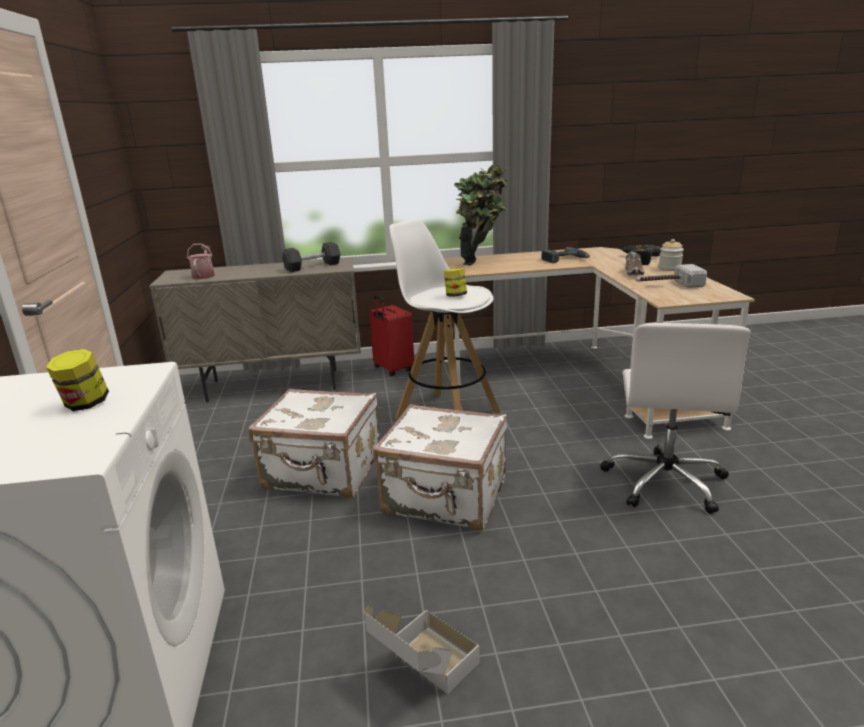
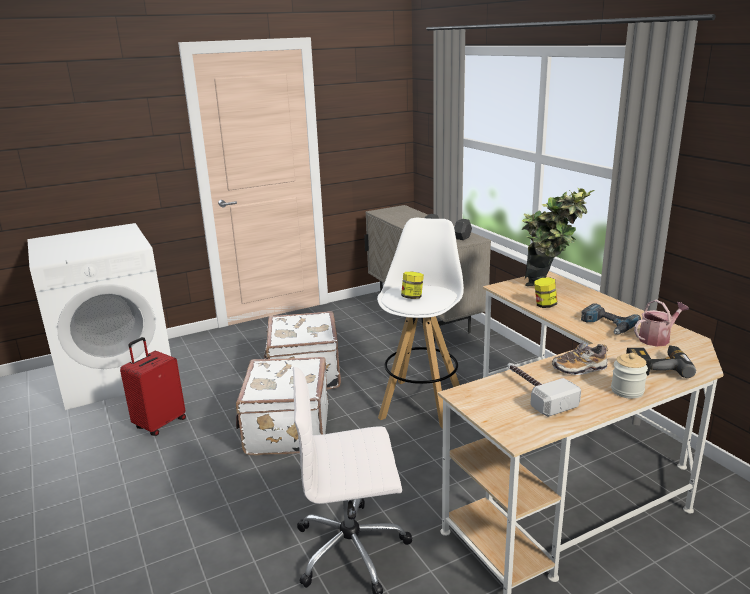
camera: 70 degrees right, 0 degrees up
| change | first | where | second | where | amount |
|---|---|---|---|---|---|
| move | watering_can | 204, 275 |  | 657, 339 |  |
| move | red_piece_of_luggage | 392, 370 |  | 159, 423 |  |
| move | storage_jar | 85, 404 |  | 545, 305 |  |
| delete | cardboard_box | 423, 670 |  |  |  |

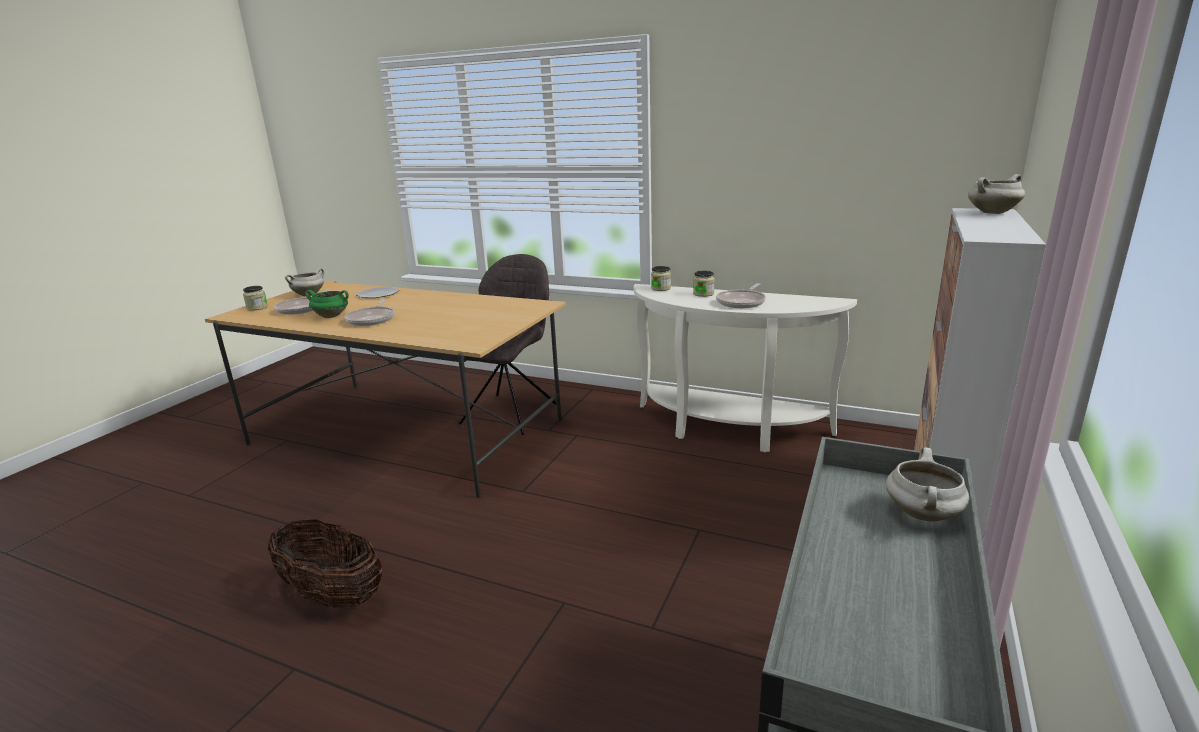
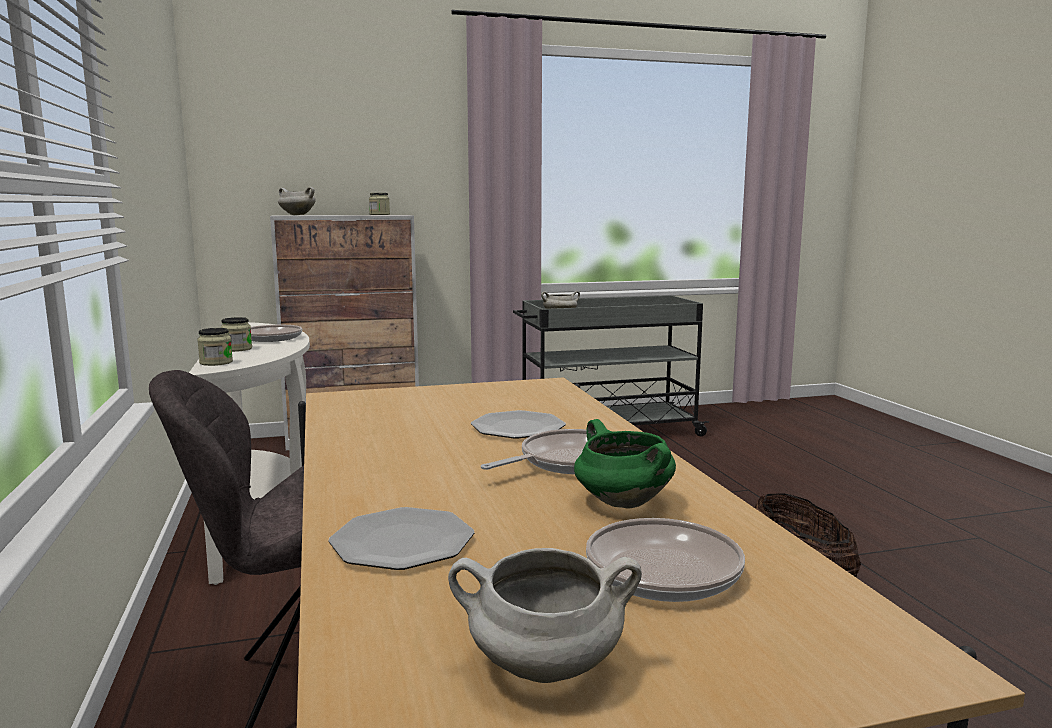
camera: 130 degrees left, 10 degrees down
| change | first | where | second | where | amount |
|---|---|---|---|---|---|
| move | storage_jar | 257, 308 |  | 379, 214 |  |
| insert |  |  | plate | 517, 428 |  |

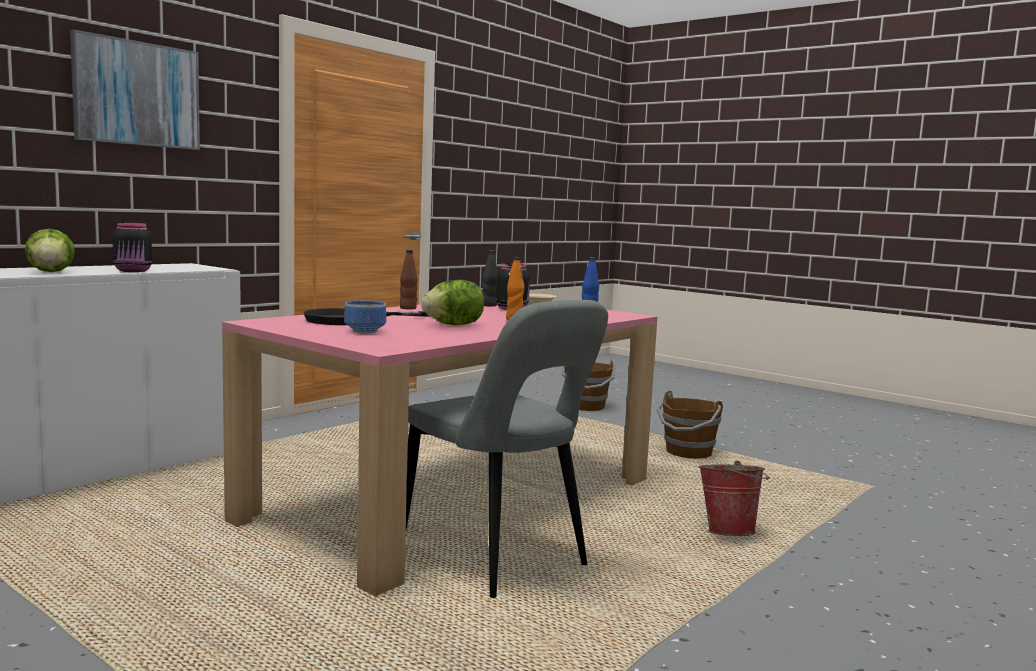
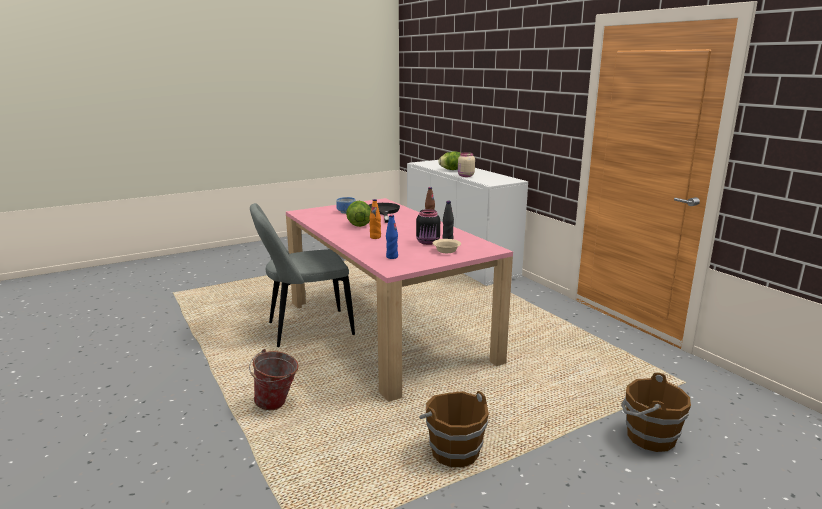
camera: 110 degrees right, 10 degrees up
| change | first | where | second | where | amount |
|---|---|---|---|---|---|
| delete | wall_art | 137, 94 |  |  |  |
| recolor | black_storage_jar | 133, 271 | beige-coloured_storage_jar | 465, 176 |  |

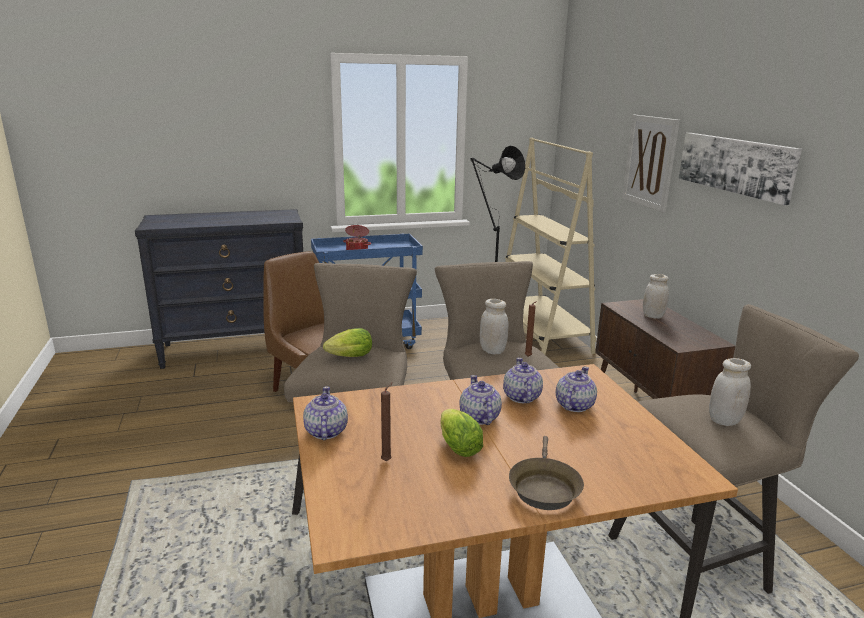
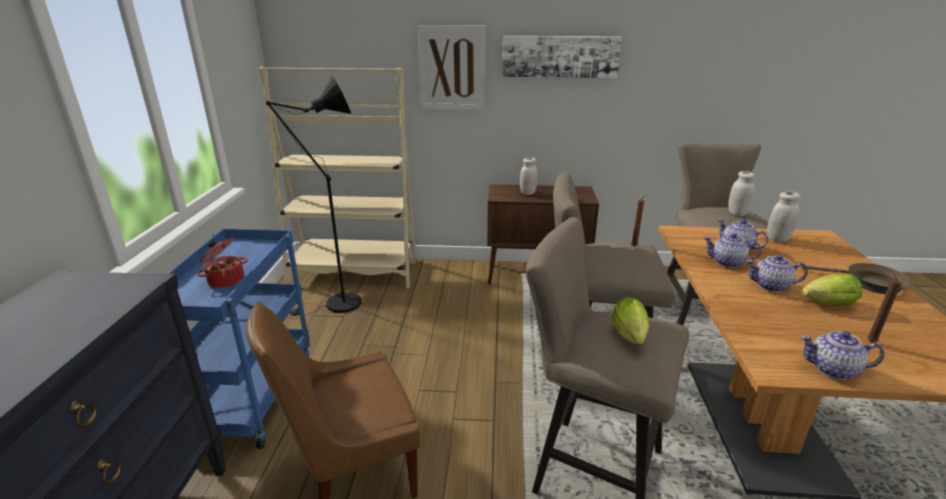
camera: 70 degrees left, 5 degrees up
| change | first | where | second | where | amount |
|---|---|---|---|---|---|
| move | white-coloured_storage_jar | 492, 351 |  | 778, 239 |  |

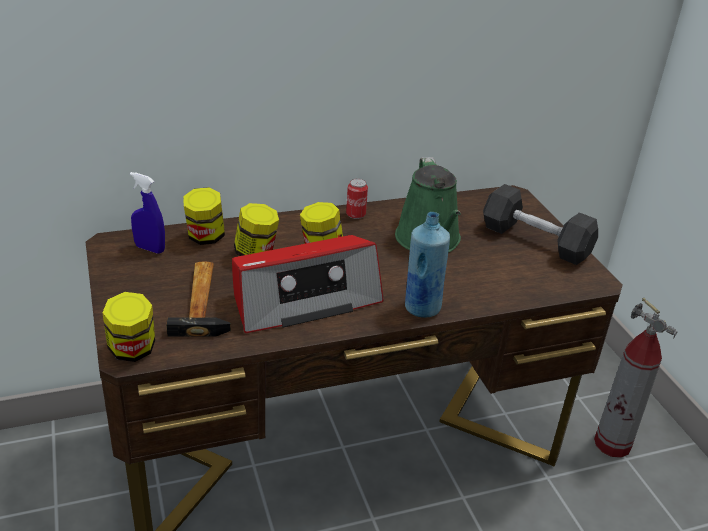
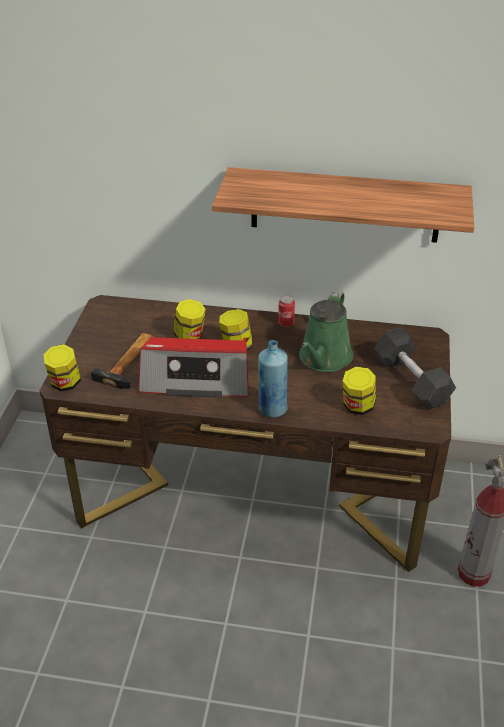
camera: 30 degrees right, 5 degrees up
| change | first | where | second | where | amount |
|---|---|---|---|---|---|
| delete | blue-coloured_hand_sprayer | 150, 249 |  |  |  |
| move | storage_jar | 205, 237 |  | 357, 406 |  |
| insert |  |  | wall_shelf | 345, 205 |  |

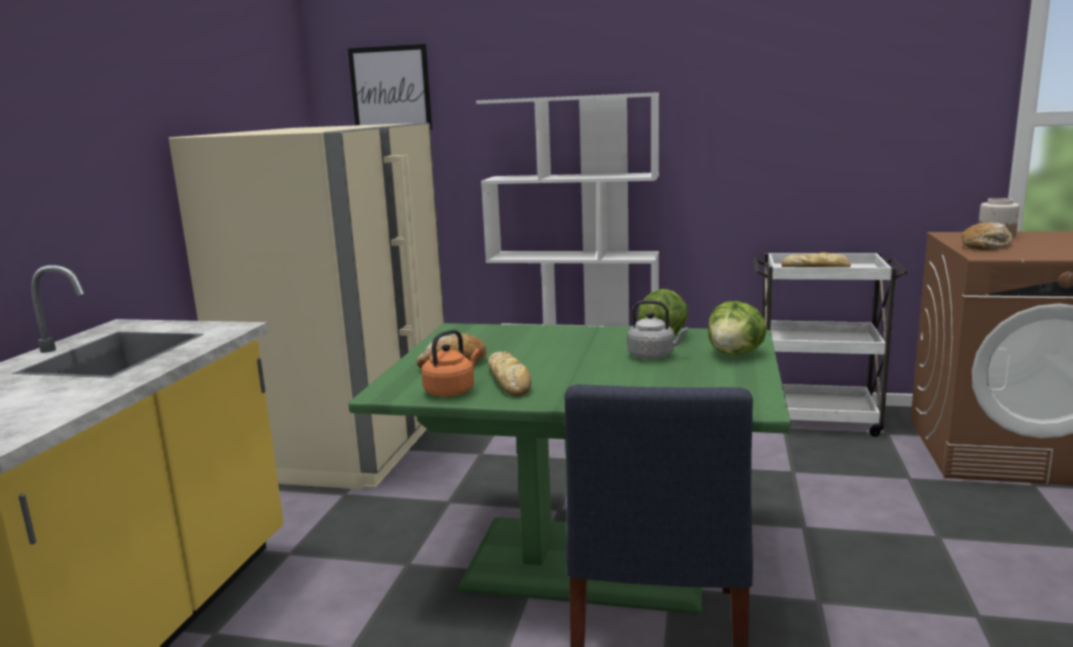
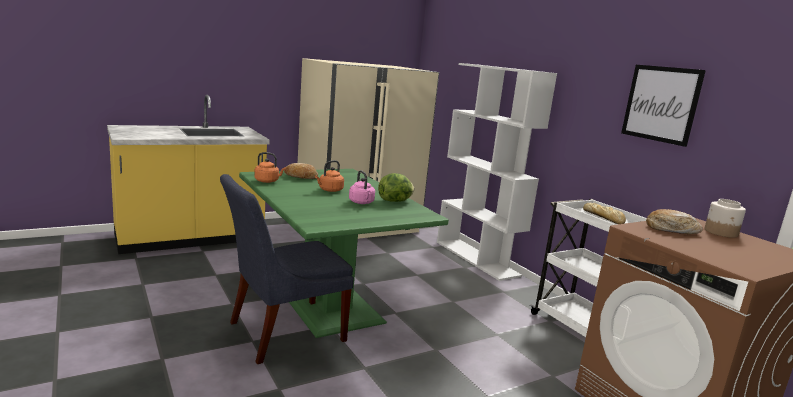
camera: 45 degrees right, 0 degrees up
| change | first | where | second | where | amount |
|---|---|---|---|---|---|
| move | wall_art | 390, 89 |  | 661, 104 |  |
| recolor | grey_water_kettle | 653, 356 | pink-coloured_water_kettle | 362, 203 |  |
| delete | lettuce_head | 735, 353 |  |  |  |
| delete | baked_bread | 509, 381 |  |  |  |
| insert |  |  | orange_water_kettle | 329, 190 |  |

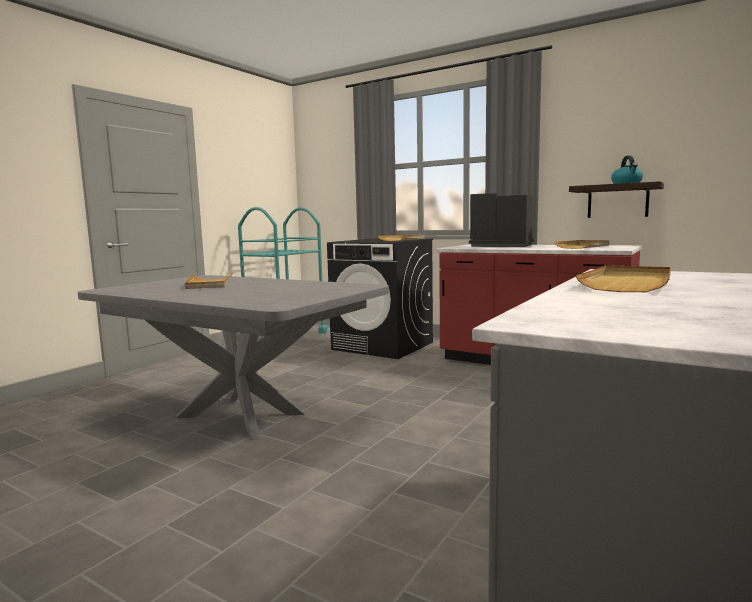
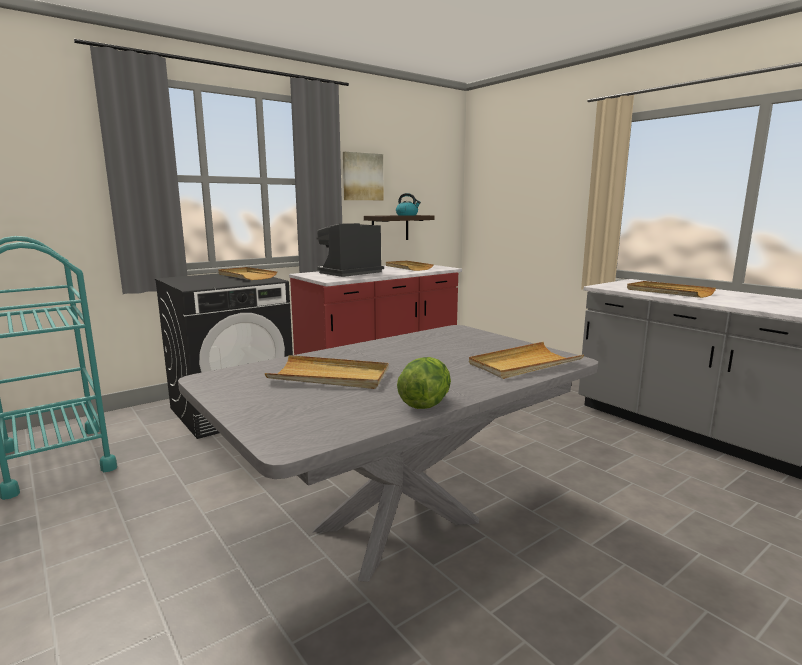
camera: 70 degrees left, 5 degrees up
| change | first | where | second | where | amount |
|---|---|---|---|---|---|
| insert |  |  | wall_art | 362, 177 |  |
| insert |  |  | beige-coloured_tray | 524, 364 |  |
| insert |  |  | lettuce_head | 425, 404 |  |

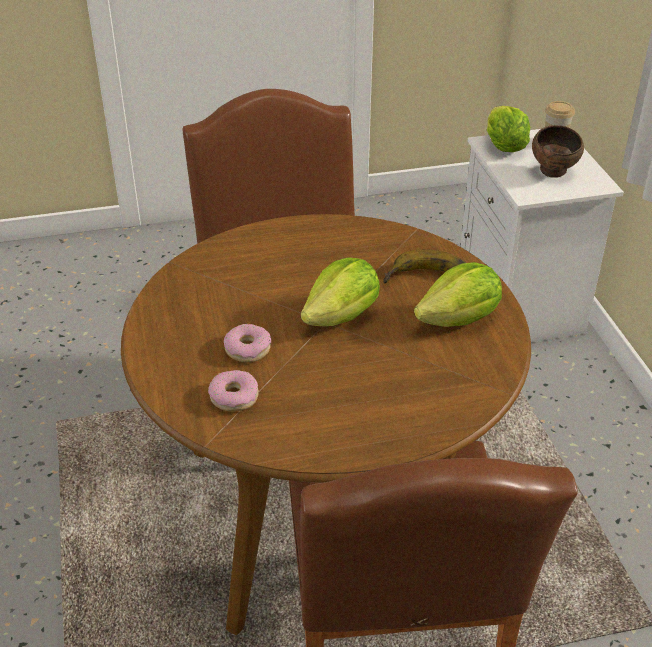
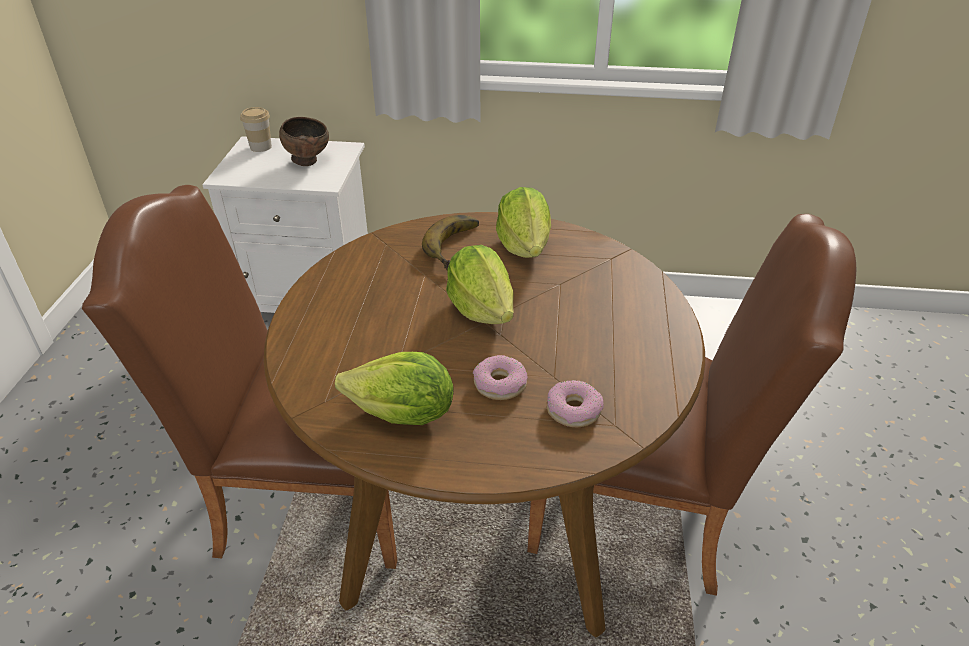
camera: 70 degrees left, 0 degrees up
| change | first | where | second | where | amount |
|---|---|---|---|---|---|
| move | lettuce_head | 504, 147 |  | 403, 415 |  |

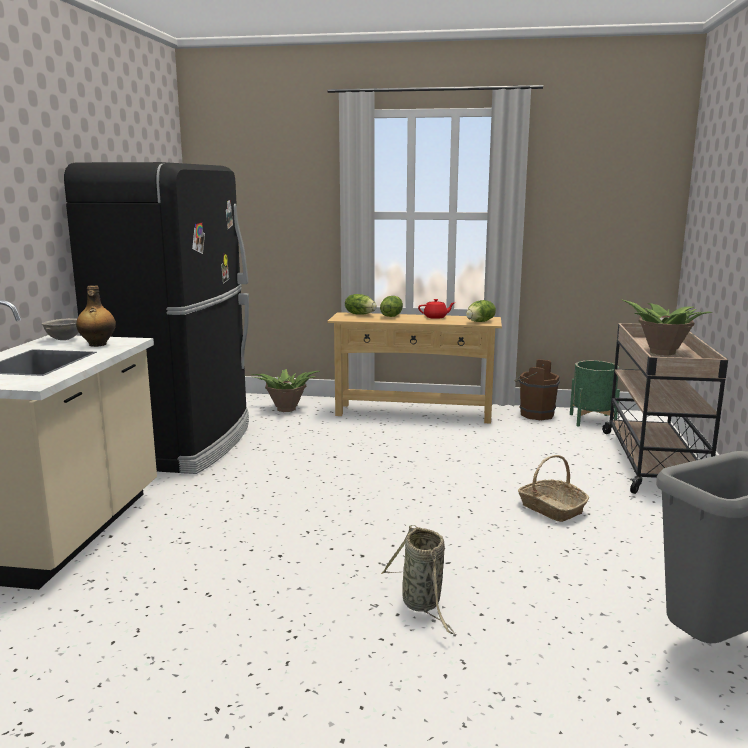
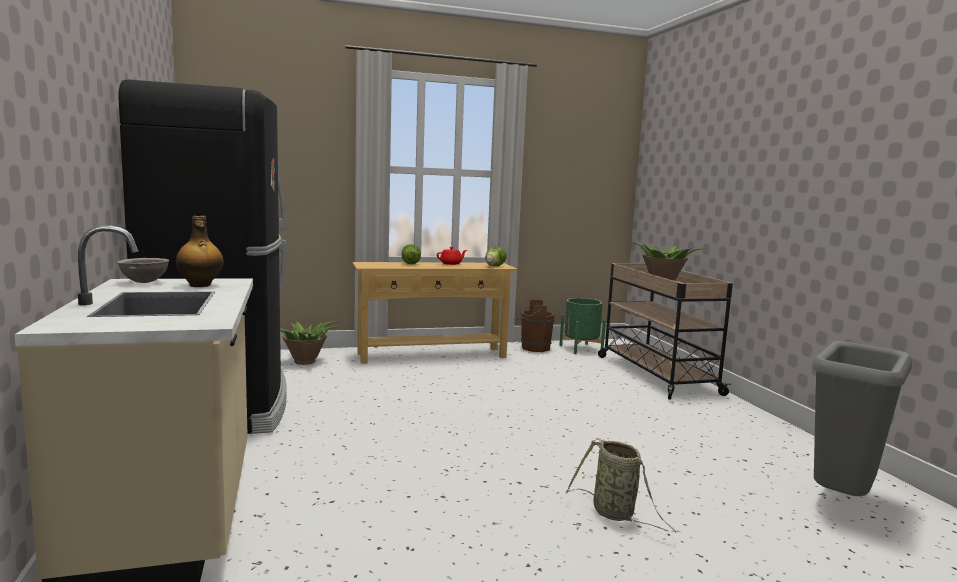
camera: 25 degrees left, 5 degrees down
| change | first | where | second | where | amount |
|---|---|---|---|---|---|
| delete | lettuce_head | 360, 314 |  |  |  |
| delete | storage_basket | 551, 508 |  |  |  |

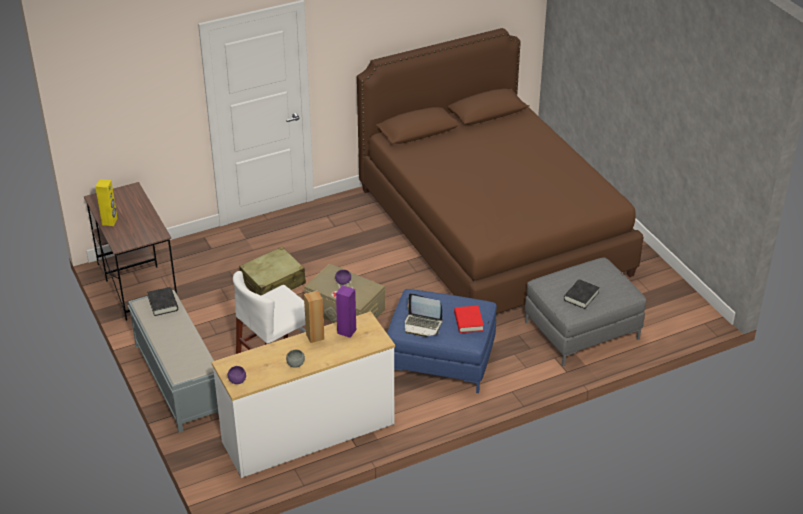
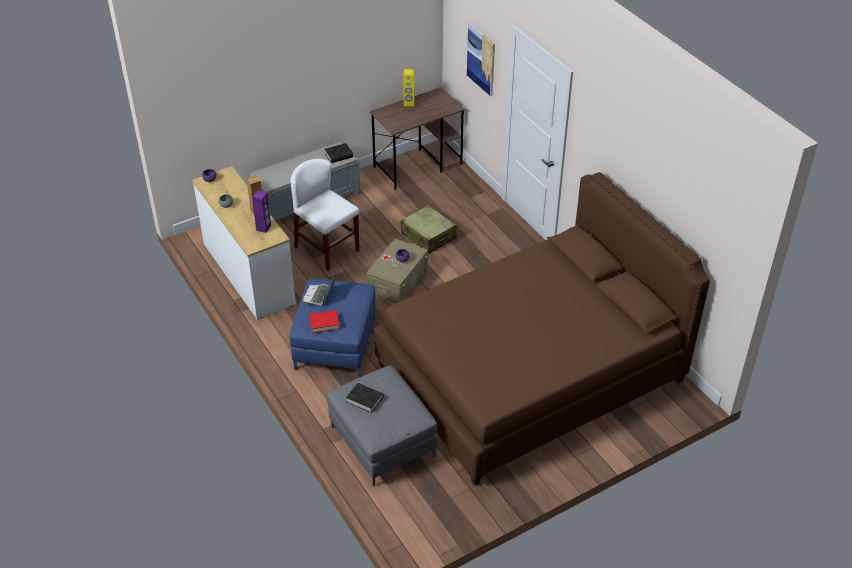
camera: 85 degrees right, 5 degrees up
| change | first | where | second | where | amount |
|---|---|---|---|---|---|
| insert |  |  | wall_art | 481, 59 |  |

